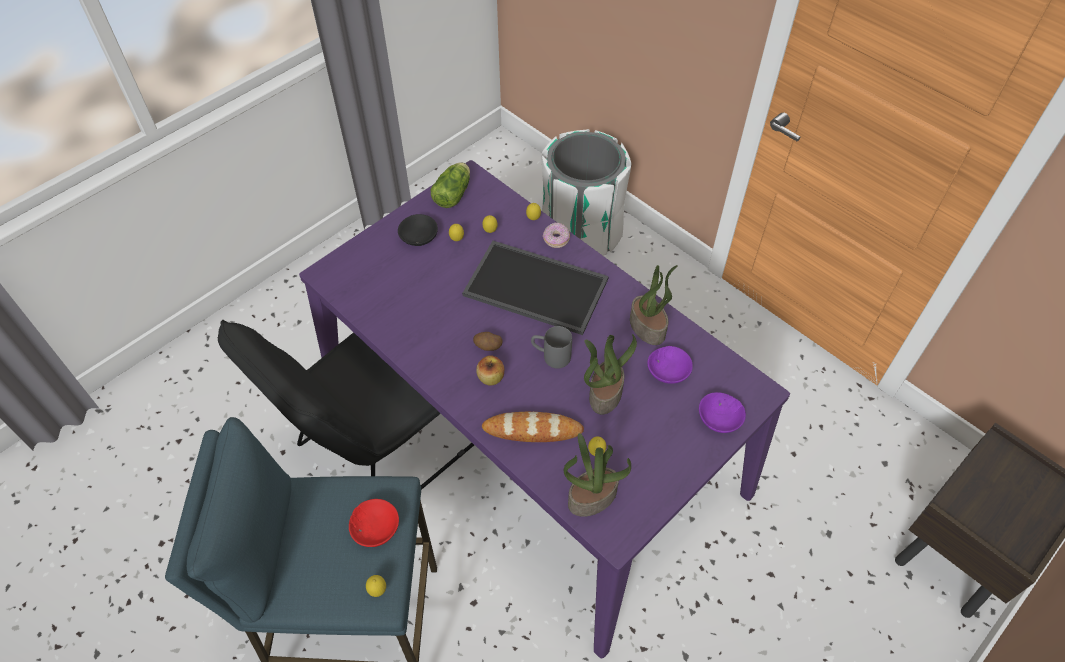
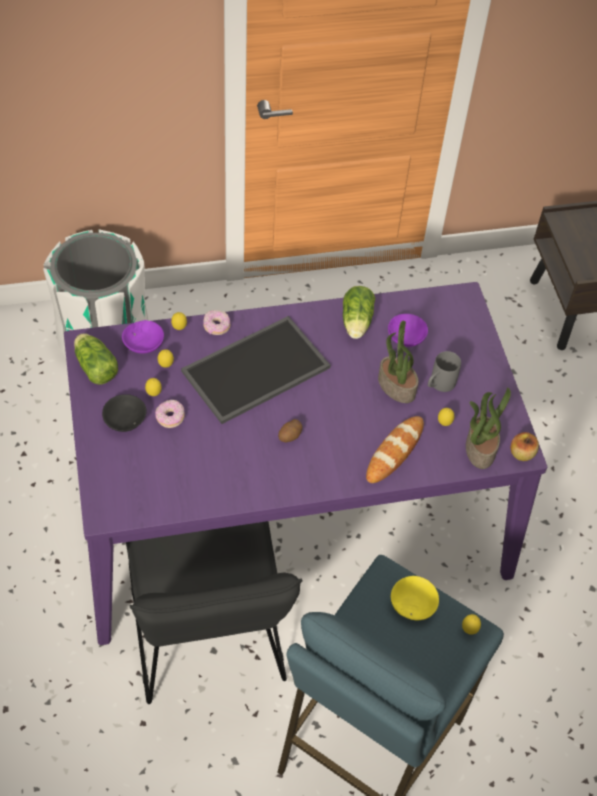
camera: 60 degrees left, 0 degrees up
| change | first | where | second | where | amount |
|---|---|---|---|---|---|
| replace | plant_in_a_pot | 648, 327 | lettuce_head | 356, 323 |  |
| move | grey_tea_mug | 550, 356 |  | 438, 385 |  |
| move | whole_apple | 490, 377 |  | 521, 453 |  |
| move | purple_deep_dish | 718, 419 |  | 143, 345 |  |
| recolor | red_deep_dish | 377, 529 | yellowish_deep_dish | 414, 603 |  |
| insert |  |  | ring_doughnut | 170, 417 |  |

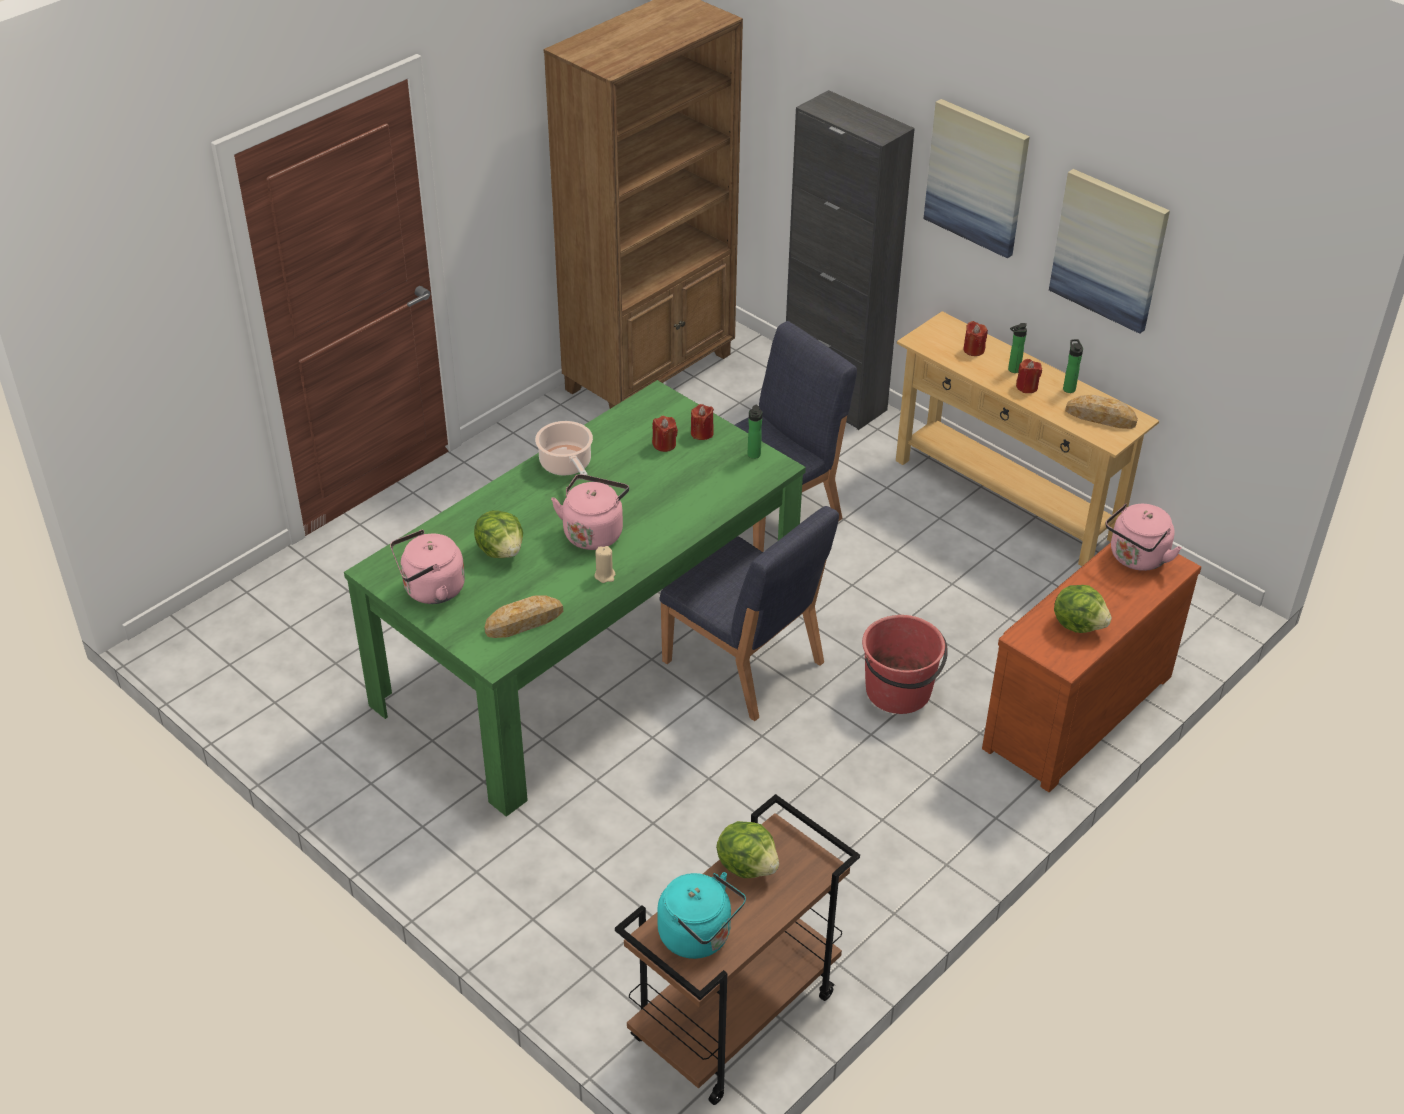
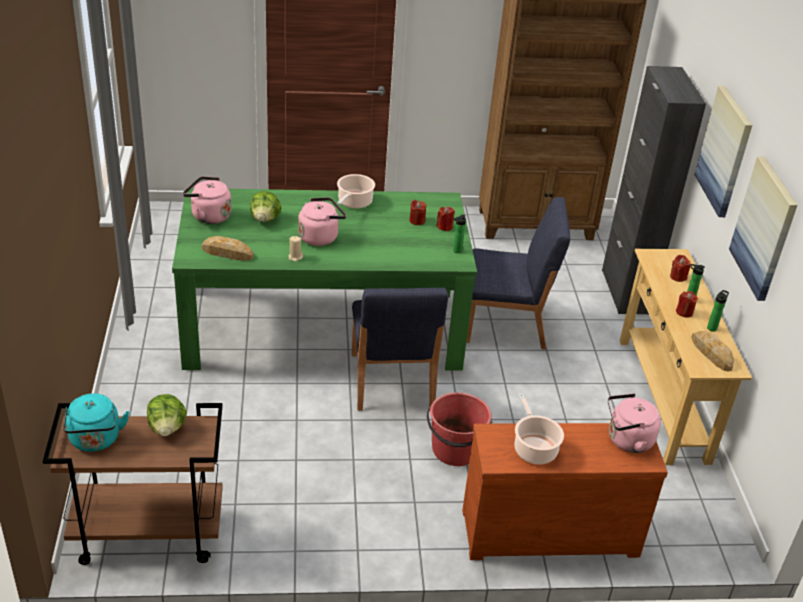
camera: 40 degrees right, 5 degrees down
| change | first | where | second | where | amount |
|---|---|---|---|---|---|
| replace | lettuce_head | 1078, 624 | stockpot | 534, 448 |  |

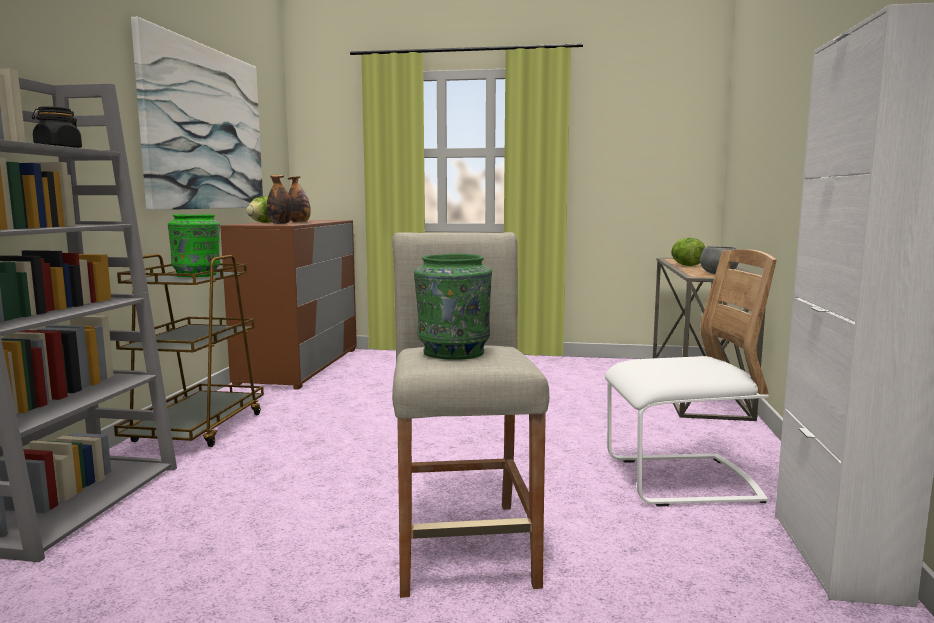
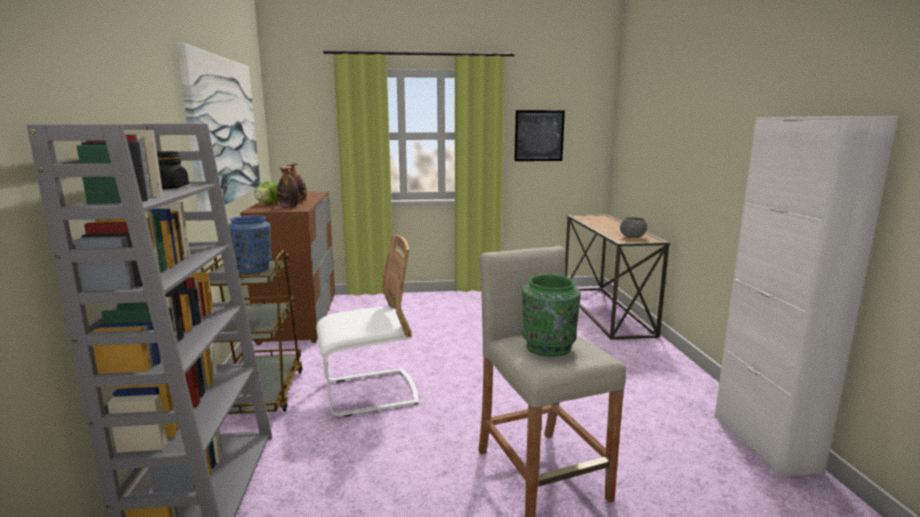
camera: 15 degrees left, 5 degrees up
| change | first | where | second | where | amount |
|---|---|---|---|---|---|
| recolor | green-coloured_flower_vase | 197, 275 | blue-coloured_flower_vase | 253, 268 |  |
| delete | lettuce_head | 686, 265 |  |  |  |
| move | white-coloured_chair | 680, 481 |  | 369, 393 |  |
| insert |  |  | wall_art | 539, 135 |  |

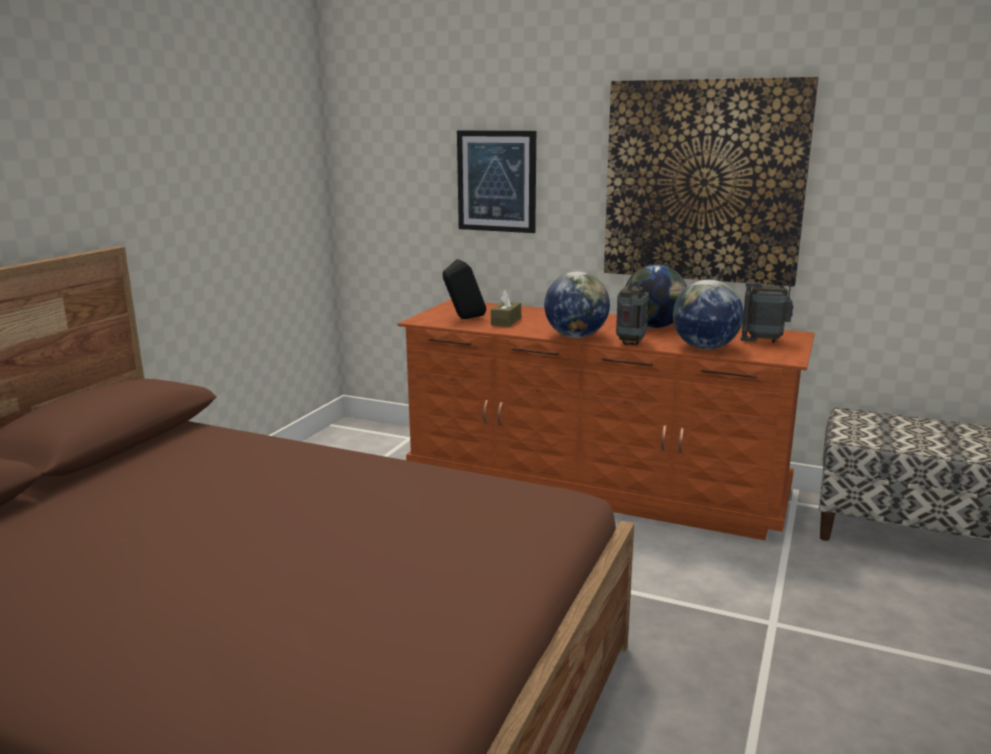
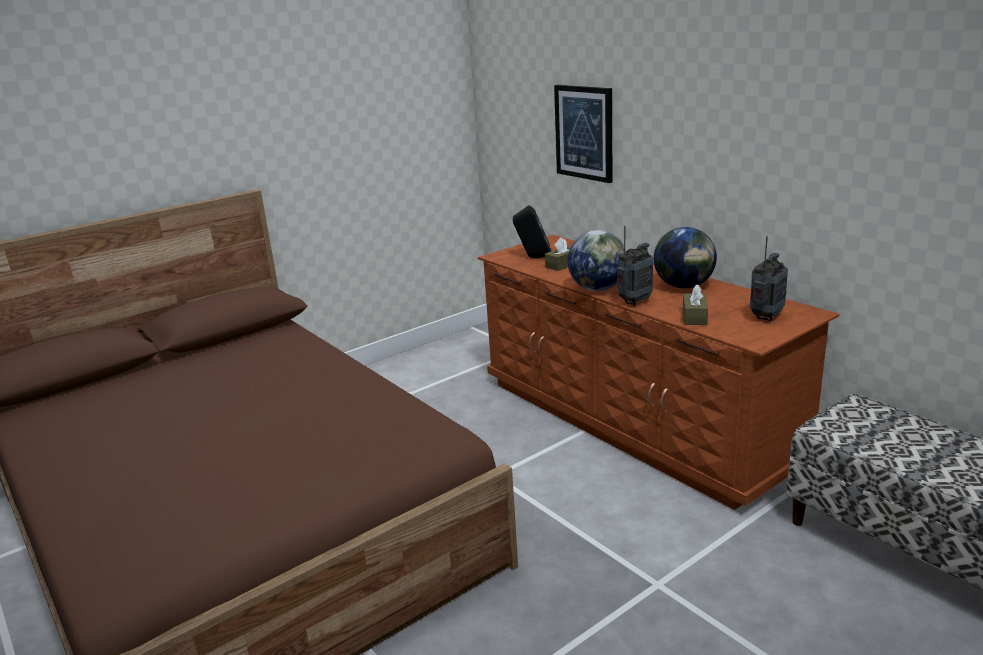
camera: 30 degrees right, 5 degrees up
| change | first | where | second | where | amount |
|---|---|---|---|---|---|
| delete | wall_art | 703, 182 |  |  |  |
| rotate | radio_receiver | 764, 341 |  | 766, 317 | 90 degrees clockwise |
| replace | world_globe | 704, 348 | brown-coloured_tissue_holder | 694, 317 |  |

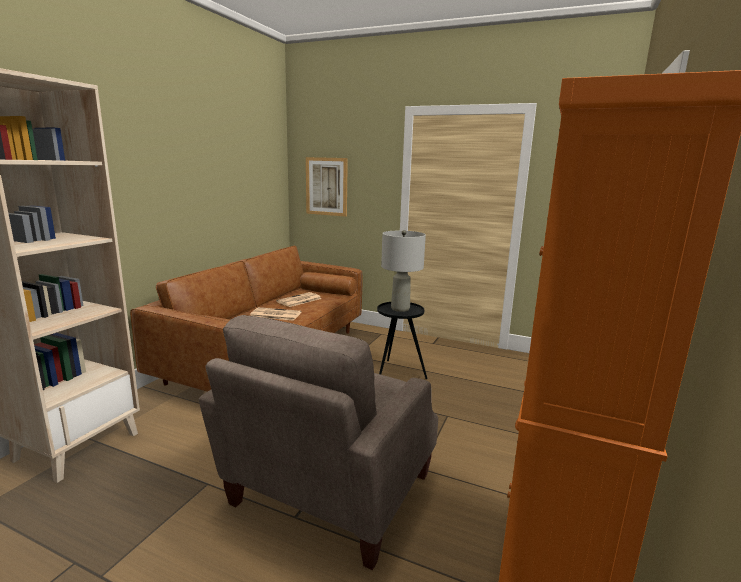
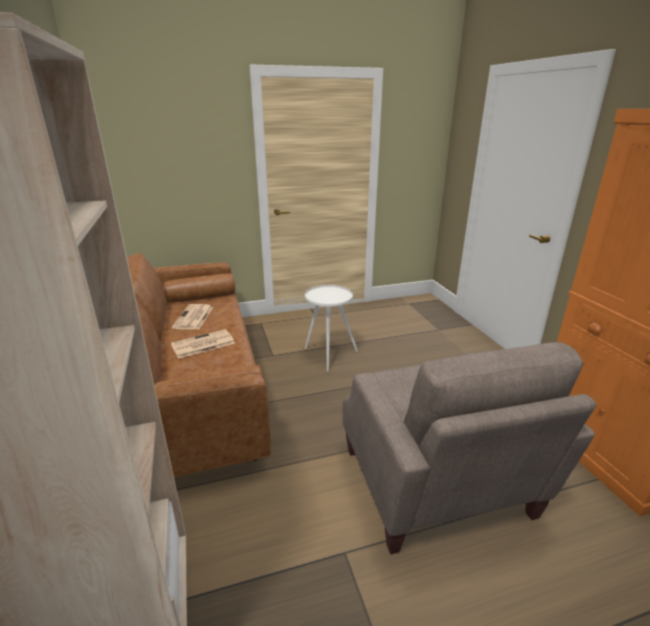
camera: 40 degrees left, 10 degrees up
| change | first | where | second | where | amount |
|---|---|---|---|---|---|
| delete | wall_art | 326, 186 |  |  |  |
| delete | grey_table_lamp | 400, 309 |  |  |  |
| recolor | black_side_table | 397, 372 | white-coloured_side_table | 328, 355 |  |

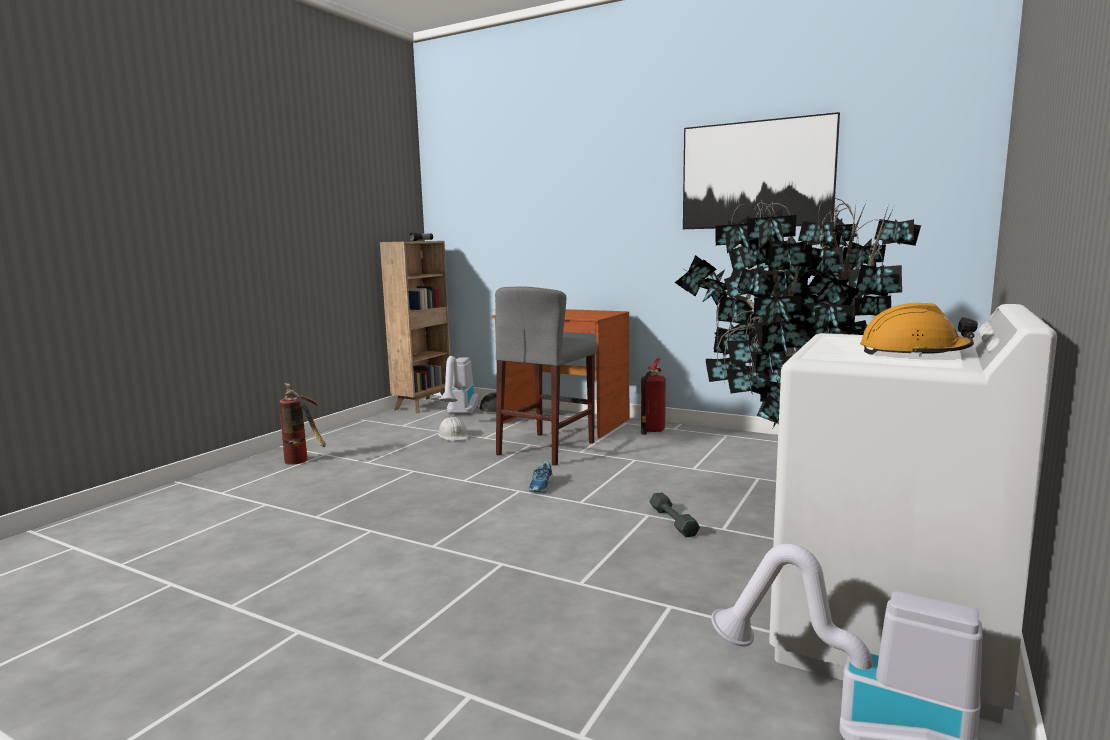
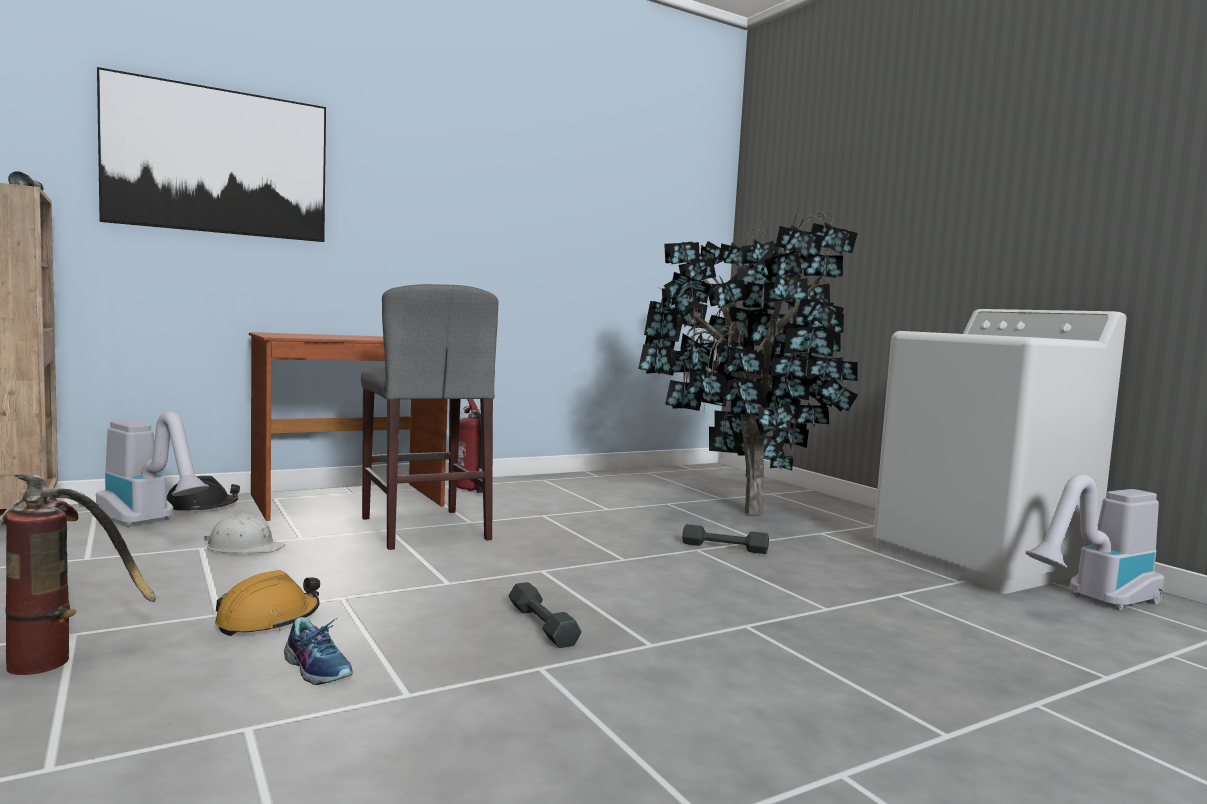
camera: 60 degrees left, 5 degrees down
| change | first | where | second | where | amount |
|---|---|---|---|---|---|
| move | wall_art | 756, 174 |  | 218, 161 |  |
| move | orange_work_helmet | 913, 353 |  | 268, 620 |  |
| move | low_shoe | 542, 486 |  | 318, 668 |  |
| insert |  |  | grey_free_weight | 541, 625 |  |

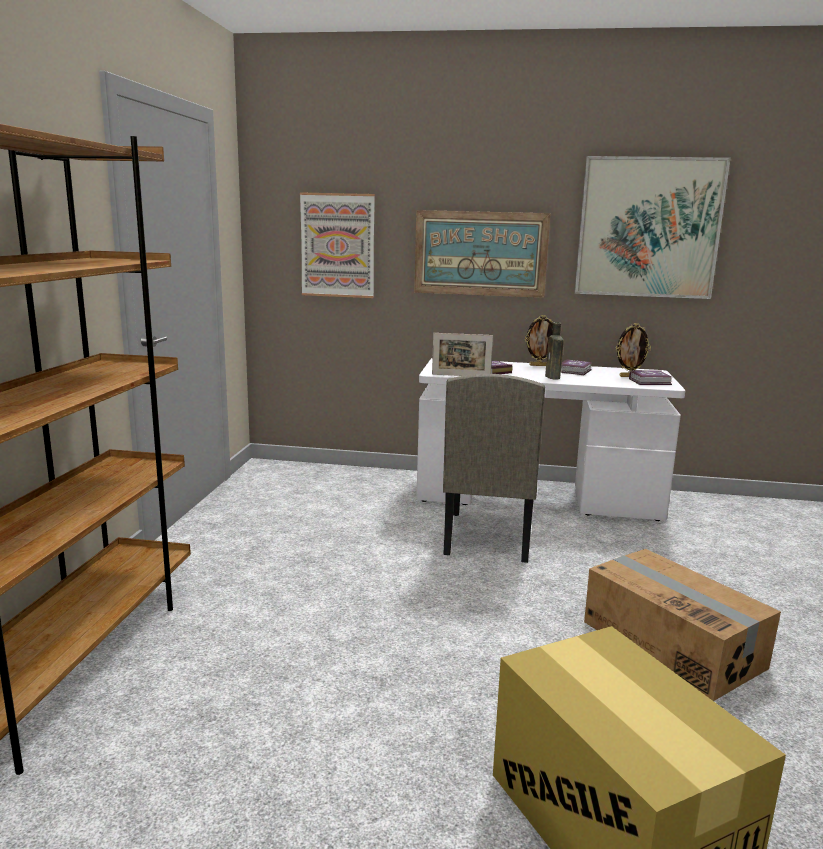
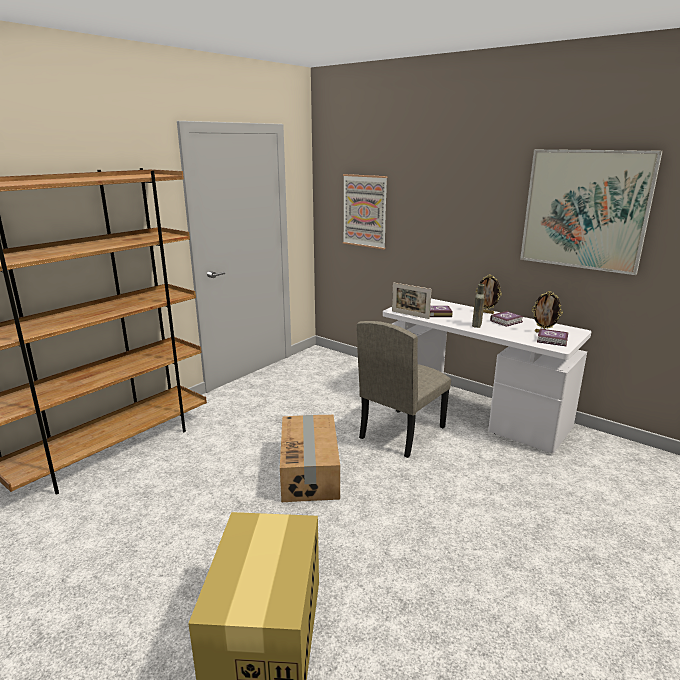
camera: 30 degrees right, 5 degrees up
| change | first | where | second | where | amount |
|---|---|---|---|---|---|
| delete | wall_art | 480, 253 |  |  |  |
| move | cardboard_box | 672, 644 |  | 310, 471 |  |

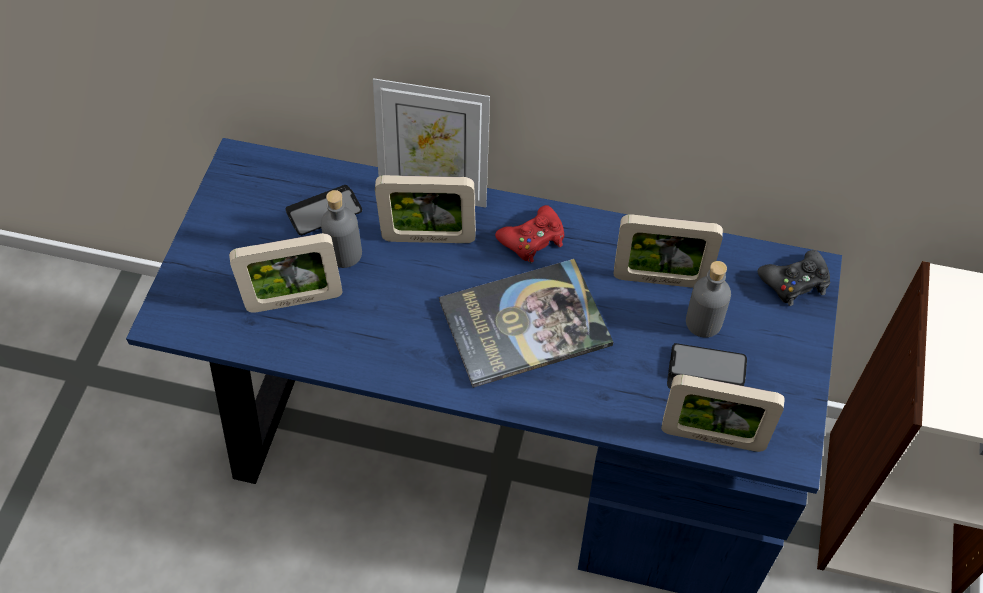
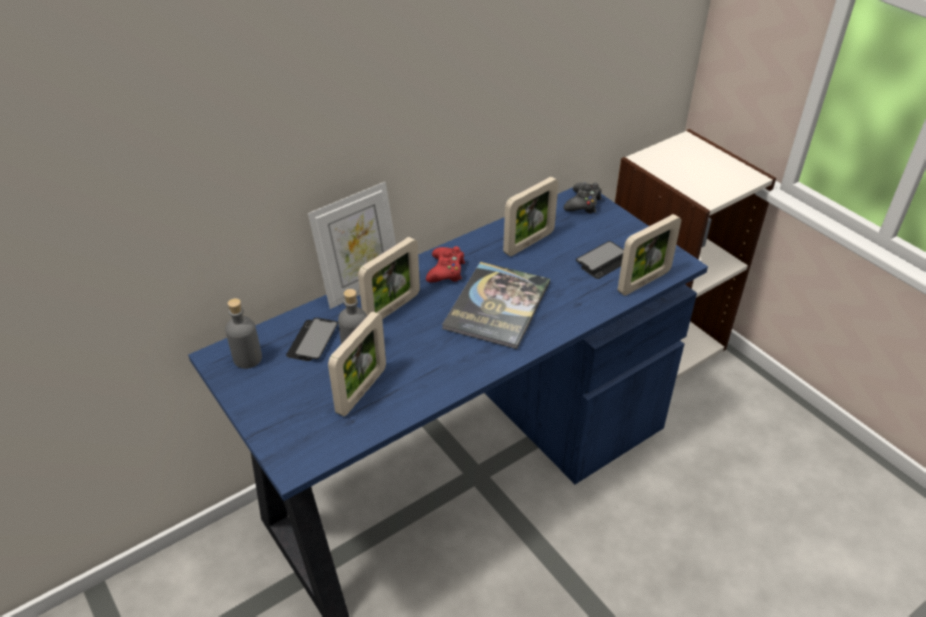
camera: 50 degrees left, 15 degrees down
| change | first | where | second | where | amount |
|---|---|---|---|---|---|
| move | grey_drink_bottle | 703, 322 |  | 247, 358 |  |

